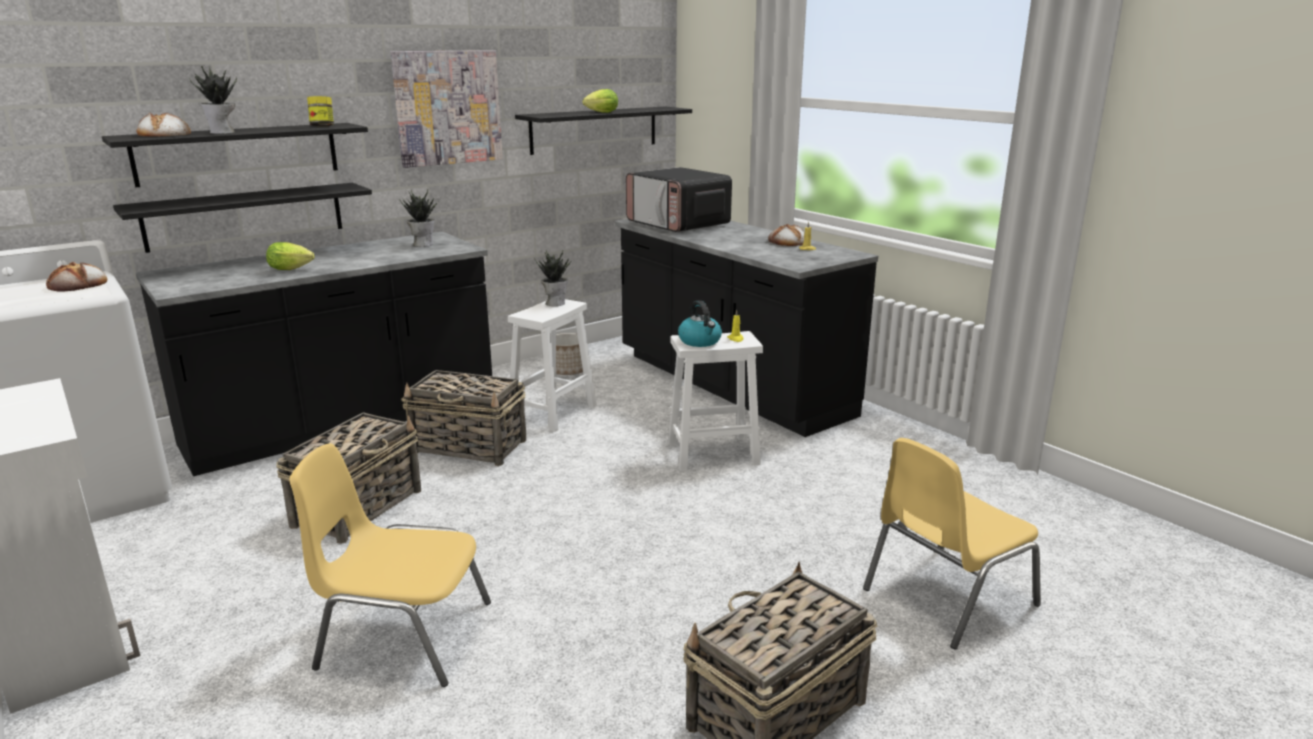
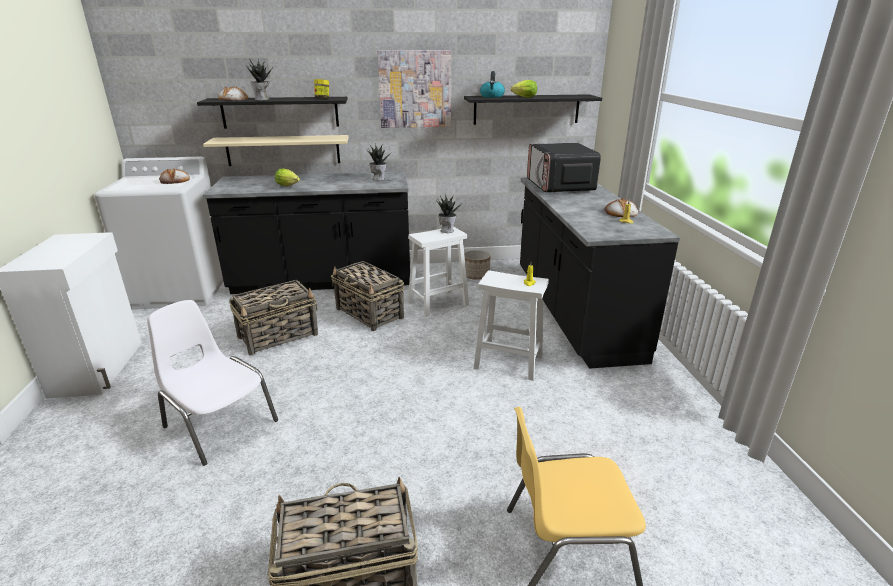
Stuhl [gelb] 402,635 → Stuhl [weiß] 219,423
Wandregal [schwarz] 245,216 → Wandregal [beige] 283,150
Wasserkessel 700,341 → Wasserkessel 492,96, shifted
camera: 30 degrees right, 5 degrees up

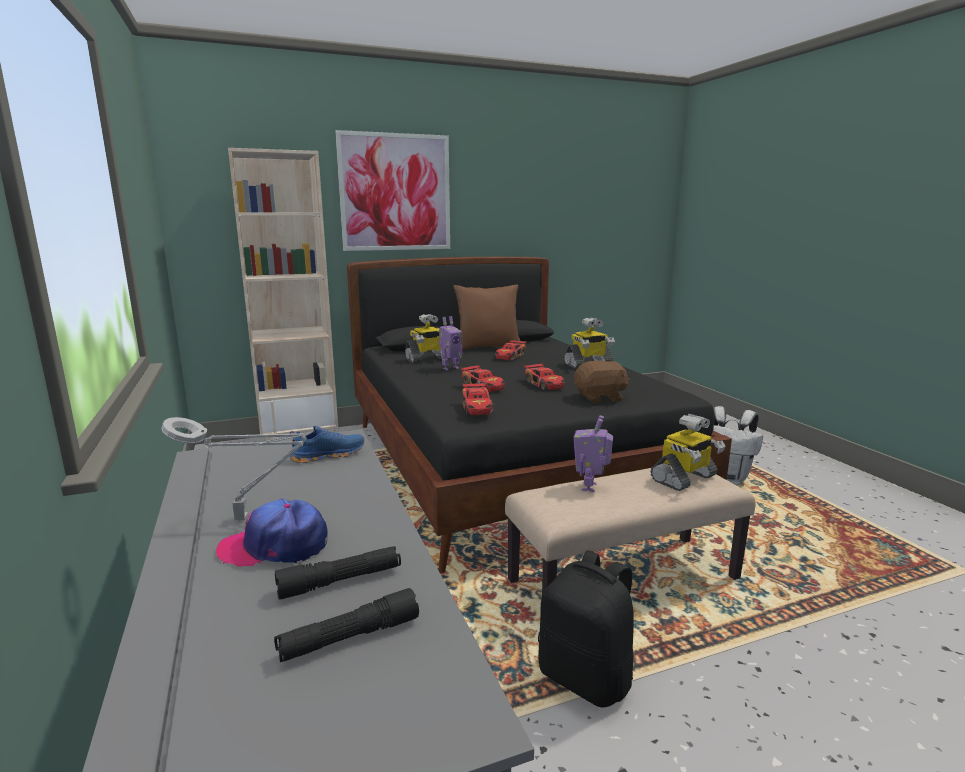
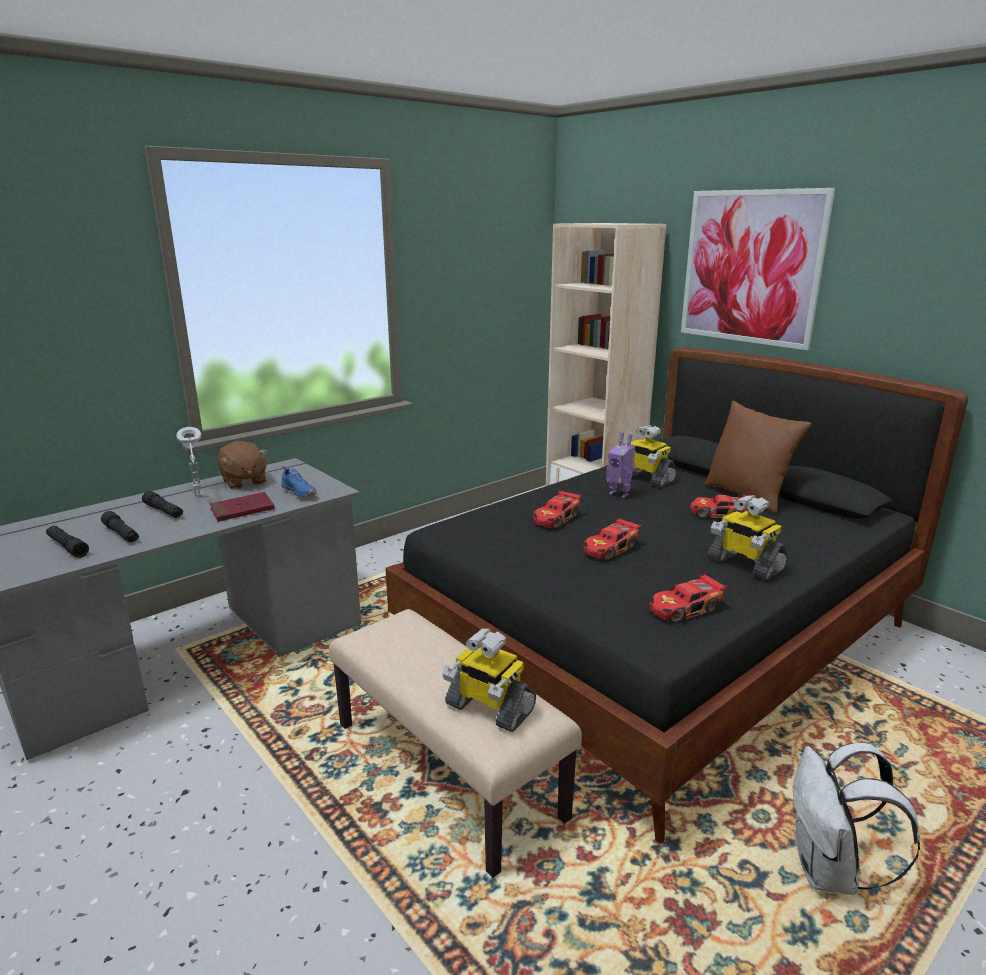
Kappe 275,546 → Taschenlampe [schwarz] 164,511
- → Buch [rot] 242,510
Plüschtier [braun] 600,398 → Plüschtier [braun] 244,482, shifted
Spielzeugauto 477,407 → Spielzeugauto 685,609, shifted
Rucksack [schwarz] 586,678 → -
Spielzeugroboter 590,487 → -
camera: 70 degrees right, 5 degrees up

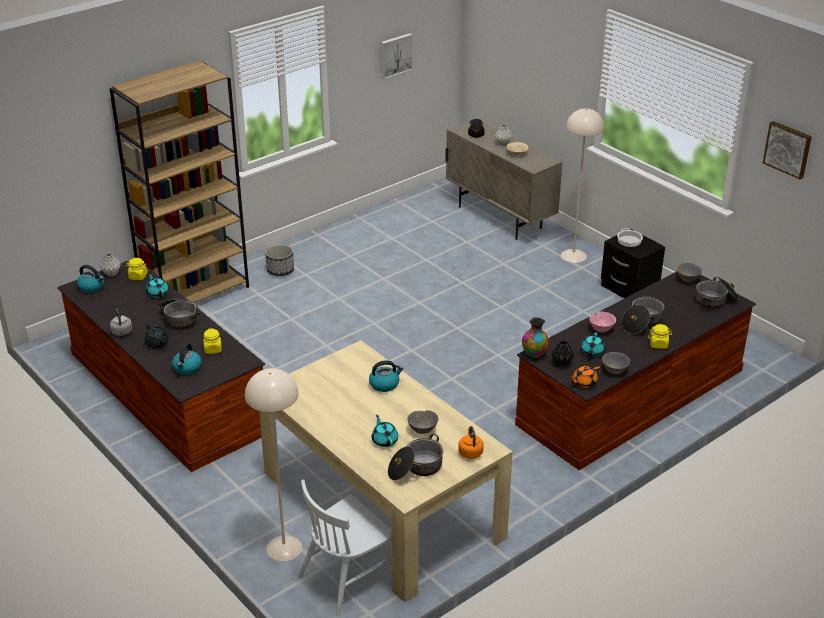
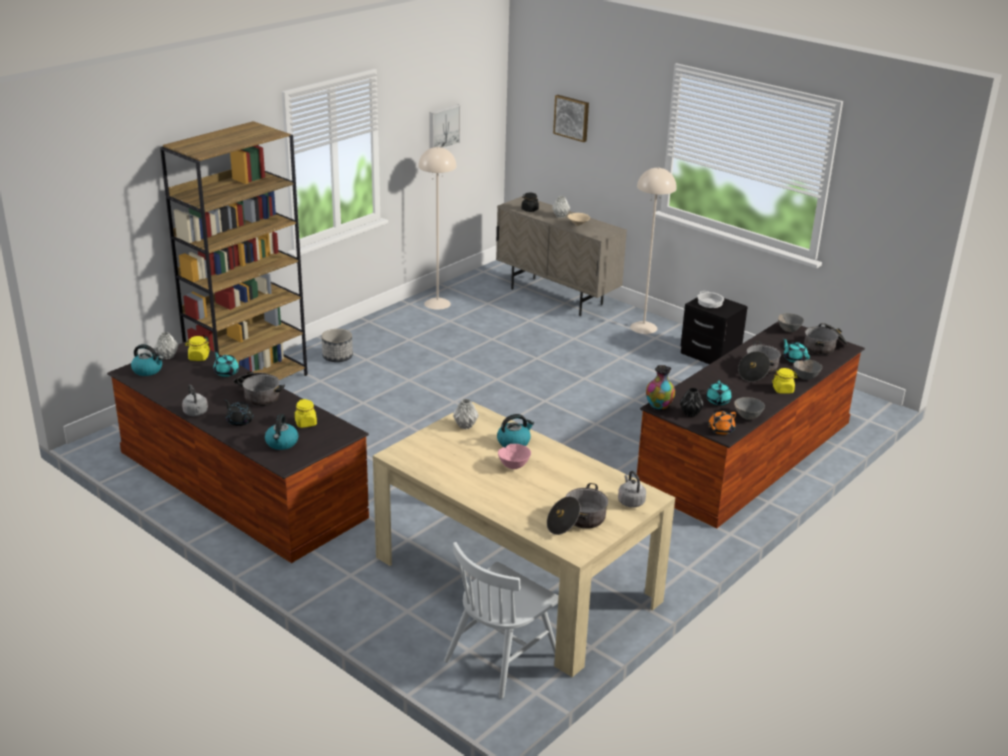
Stehlampe [beige] 284,547 → Stehlampe [beige] 437,303, shifted
- → Vase [grau] 465,425
Schüssel [rosa] 601,329 → Schüssel [rosa] 513,466, shifted
Bild 788,149 → Bild 572,117, shifted
Wasserkessel [orange] 470,452 → Wasserkessel [grau] 630,501
Teekanne [türkis] 384,440 → Teekanne [türkis] 794,359, shifted
Schüssel [grau] 423,430 → Schüssel [grau] 805,377, shifted
camera: 10 degrees left, 5 degrees down

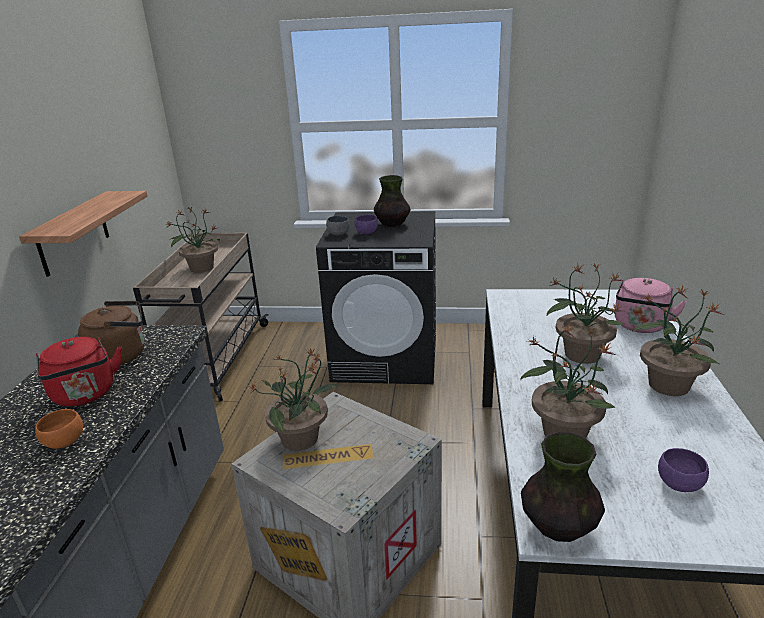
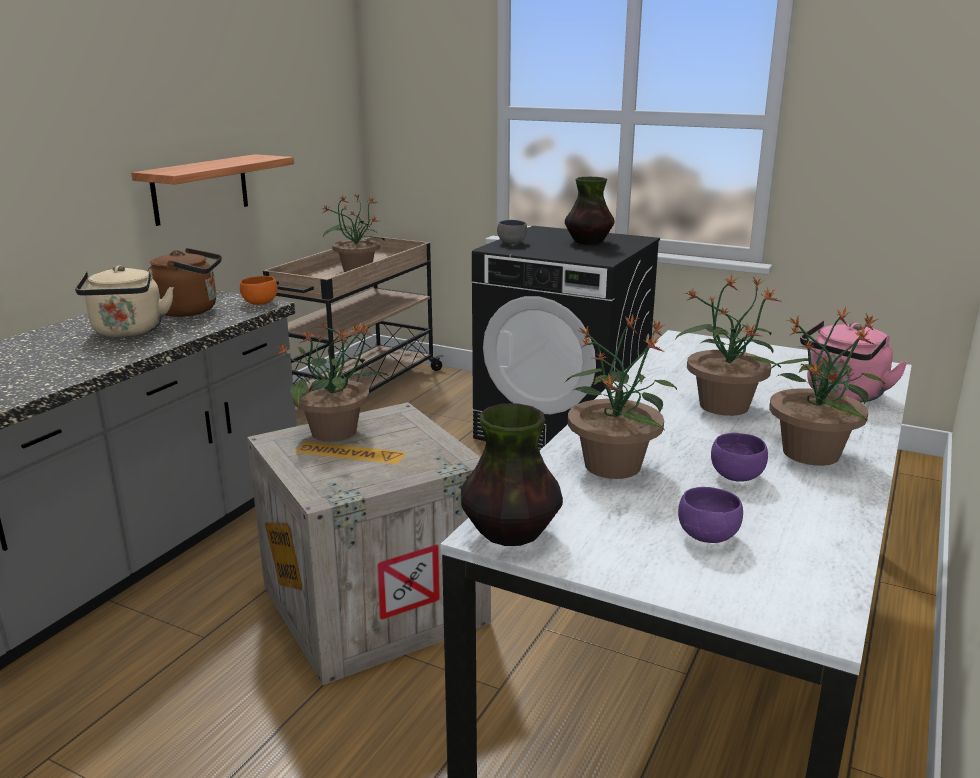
Wasserkessel [rot] 85,395 → Wasserkessel [beige] 128,332
Schüssel [orange] 63,443 → Schüssel [orange] 258,303, shifted
Schüssel [lila] 367,233 → Schüssel [lila] 737,477, shifted
camera: 20 degrees right, 5 degrees down

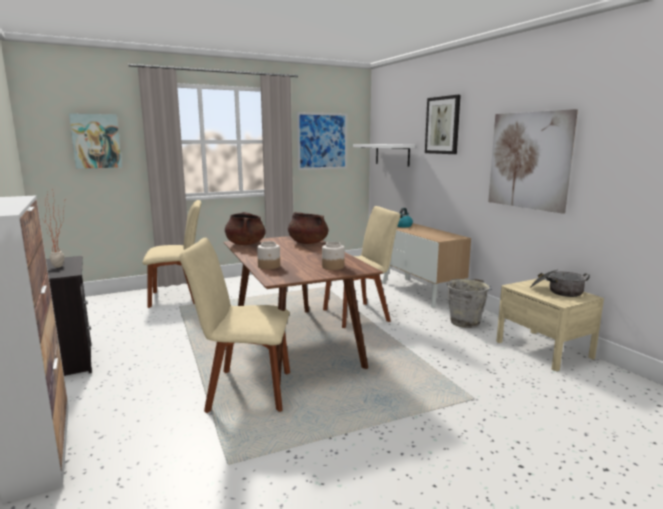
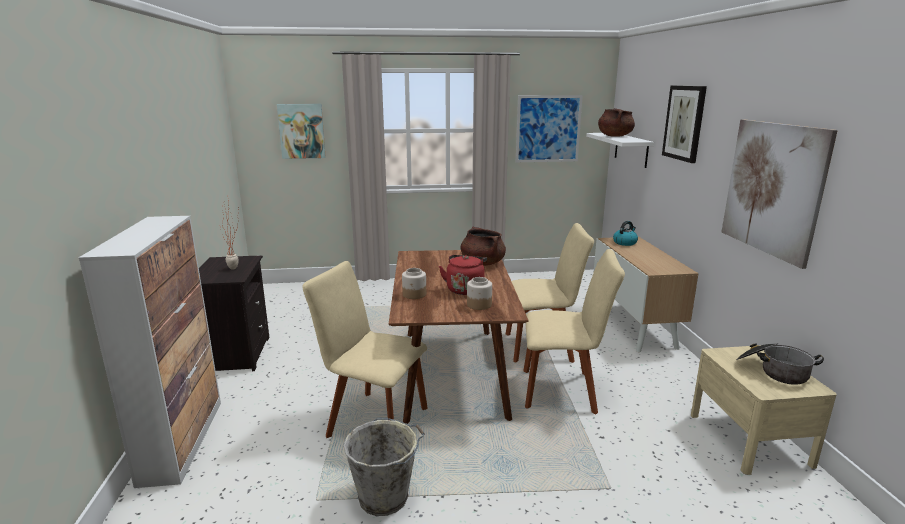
Eimer [grau] 465,322 → Eimer [grau] 385,497, shifted
- → Wasserkessel [rot] 465,289
Stuhl [beige] 178,297 → Stuhl [beige] 563,390, shifted
Kochtopf [braun] 245,244 → Kochtopf [braun] 614,136, shifted
camera: 20 degrees right, 5 degrees up

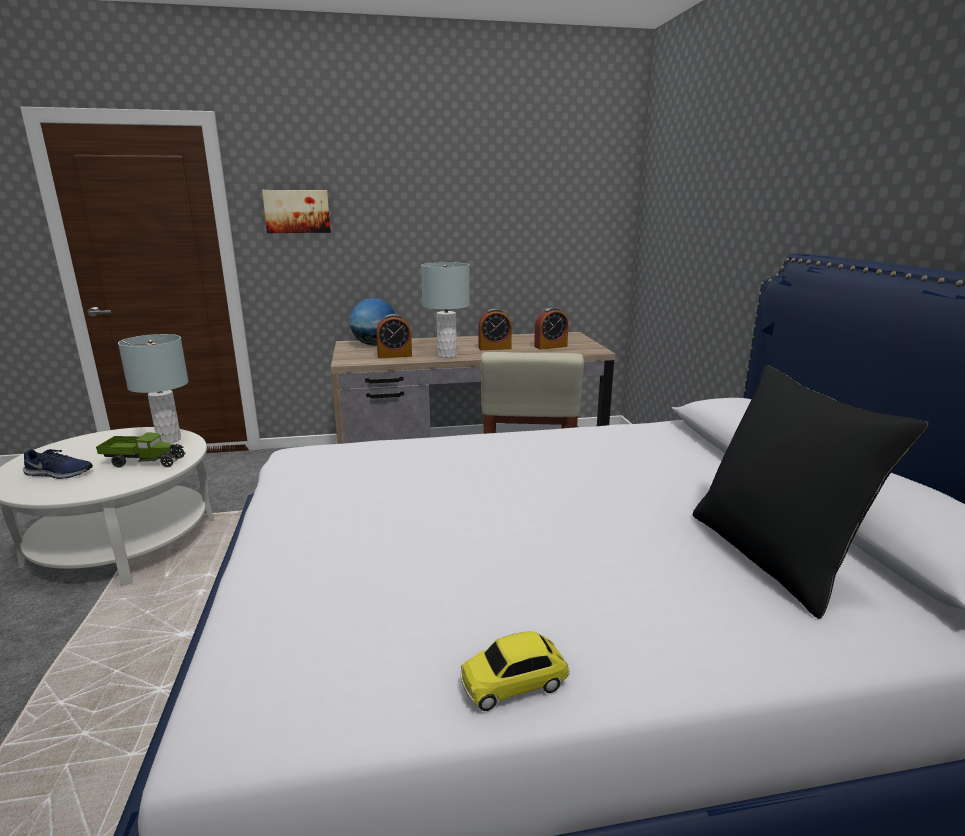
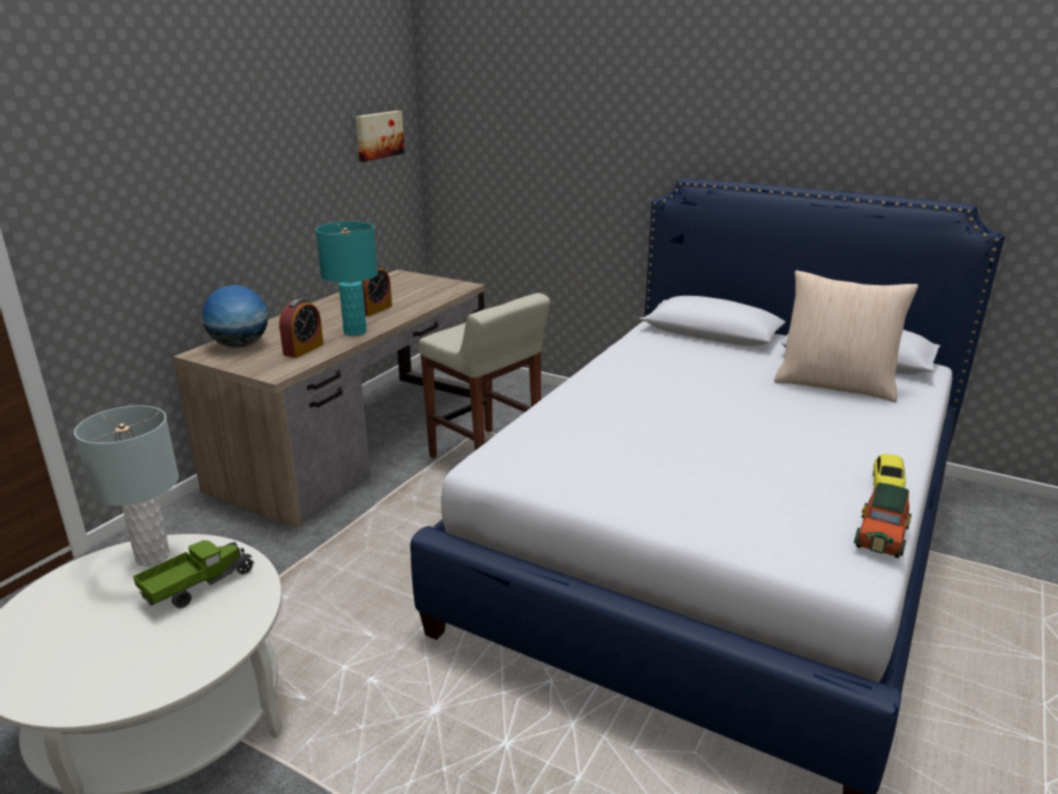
Tischlampe [grau] 446,355 → Tischlampe [türkis] 354,332
Bild 297,211 → Bild 378,135, shifted
Kissen [schwarz] 773,556 → Kissen [beige] 835,385
- → Spielzeugauto 881,535
Schuh [blau] 59,473 → -
Wecker 550,346 → -
camera: 50 degrees left, 5 degrees up

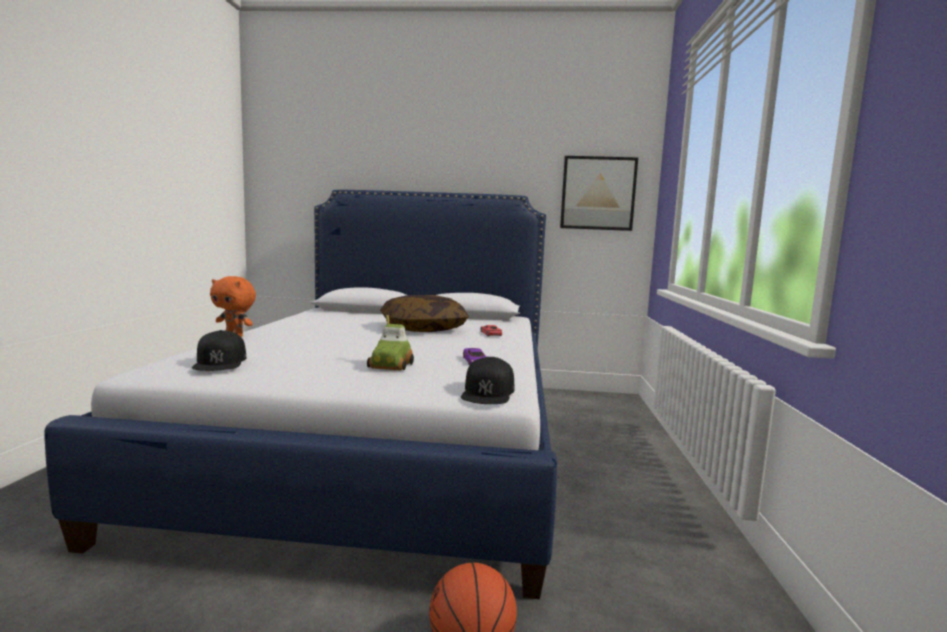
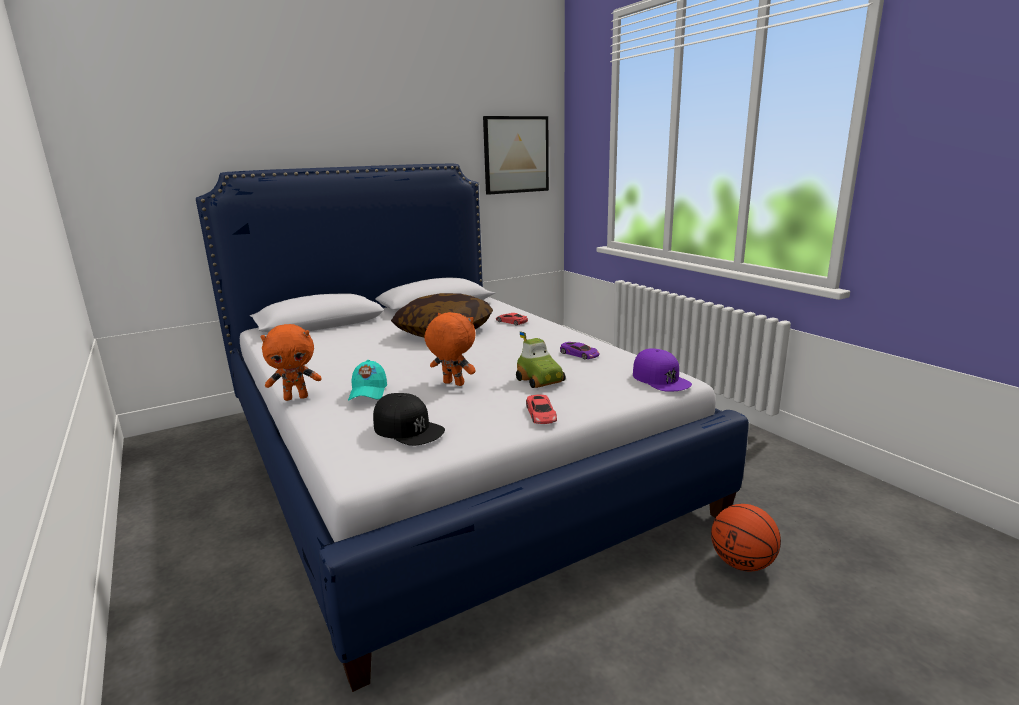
- → Kappe [türkis] 368,392
- → Plüschtier [orange] 452,384
- → Spielzeugauto [rot] 541,414
Kappe [schwarz] 488,392 → Kappe [lila] 660,379
camera: 35 degrees left, 10 degrees up

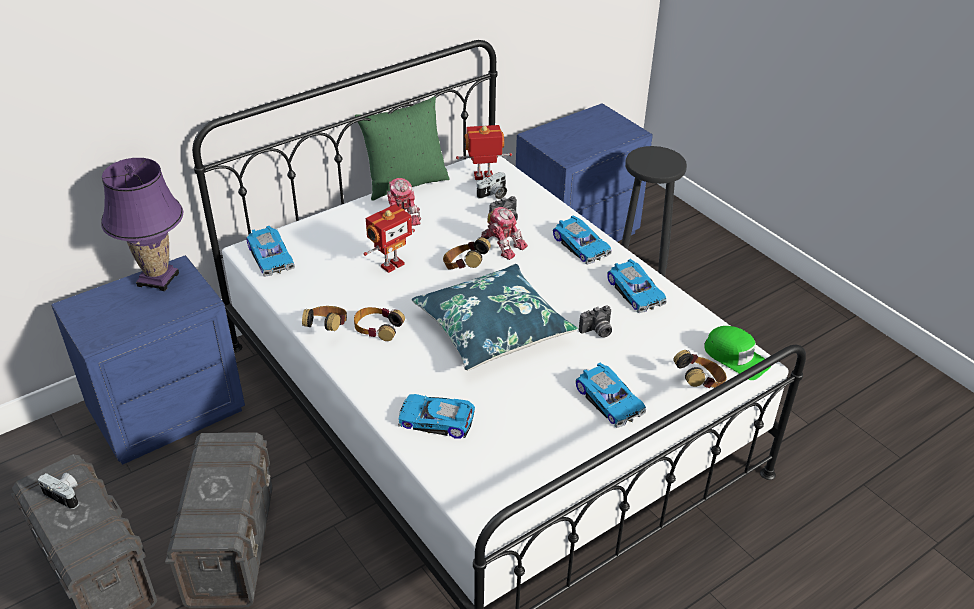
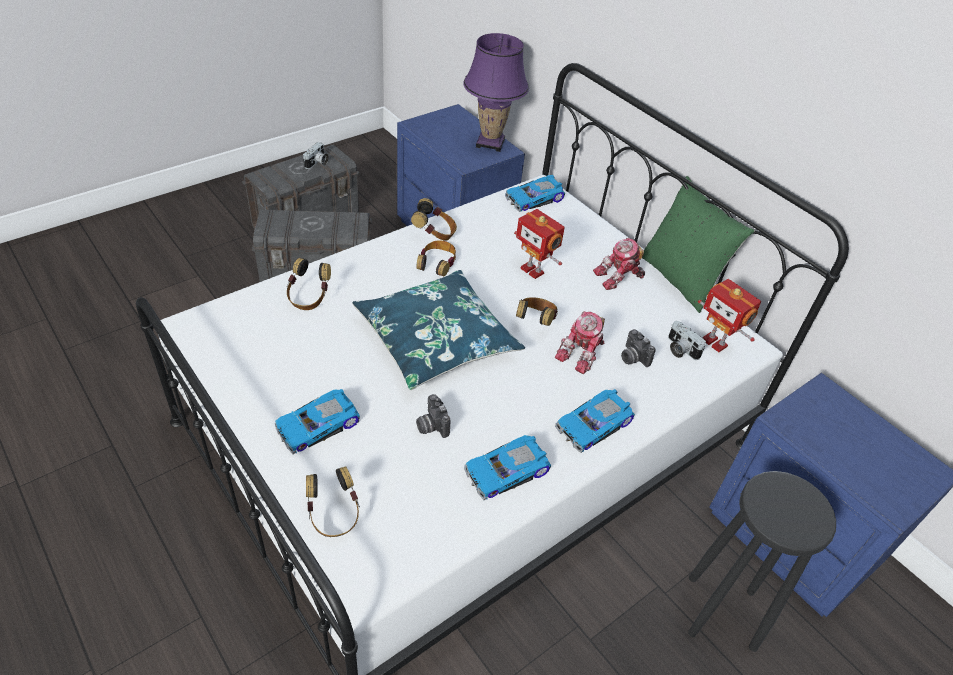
Spielzeugauto 436,421 → Kopfhörer 309,298
Spielzeugroboter 483,177 → Spielzeugroboter 715,342, 150 degrees clockwise
Kappe [grün] 735,357 → -
camera: 85 degrees right, 5 degrees up

